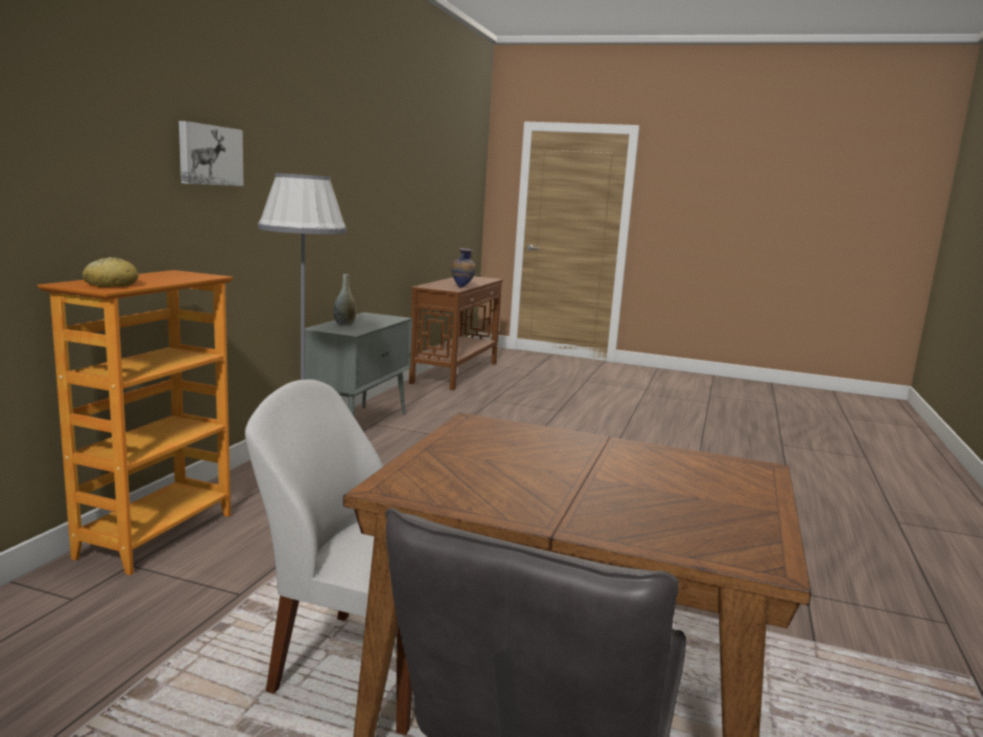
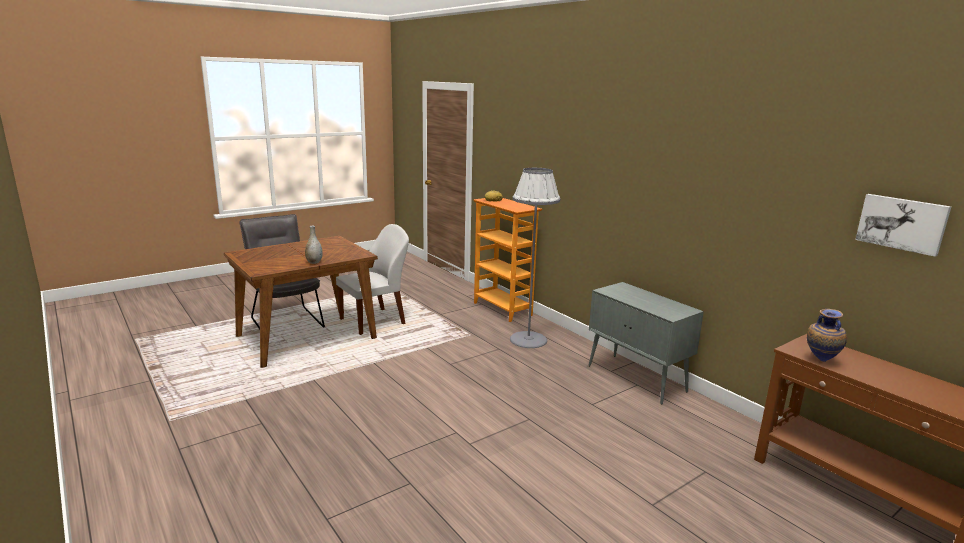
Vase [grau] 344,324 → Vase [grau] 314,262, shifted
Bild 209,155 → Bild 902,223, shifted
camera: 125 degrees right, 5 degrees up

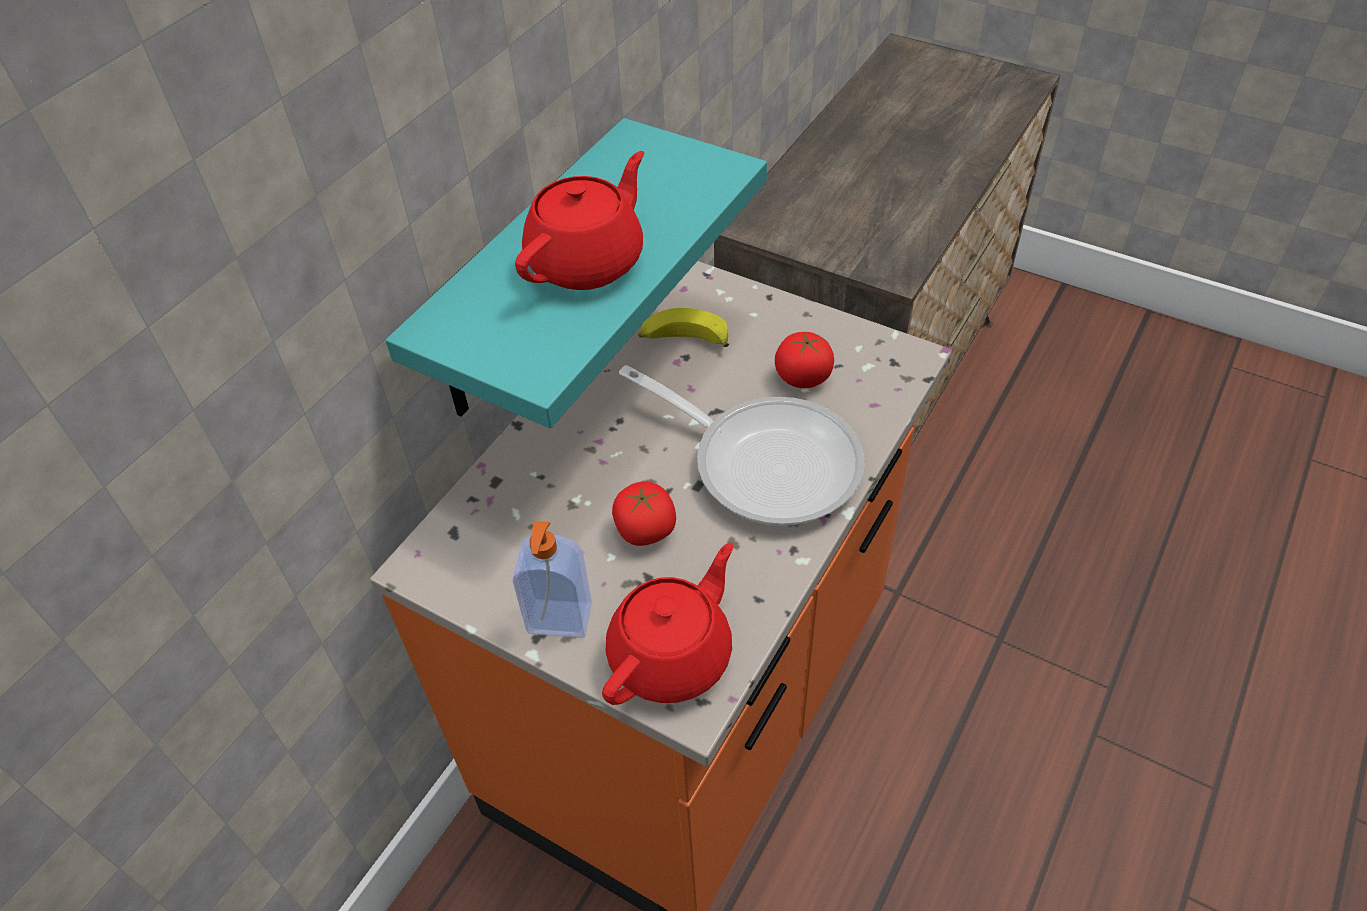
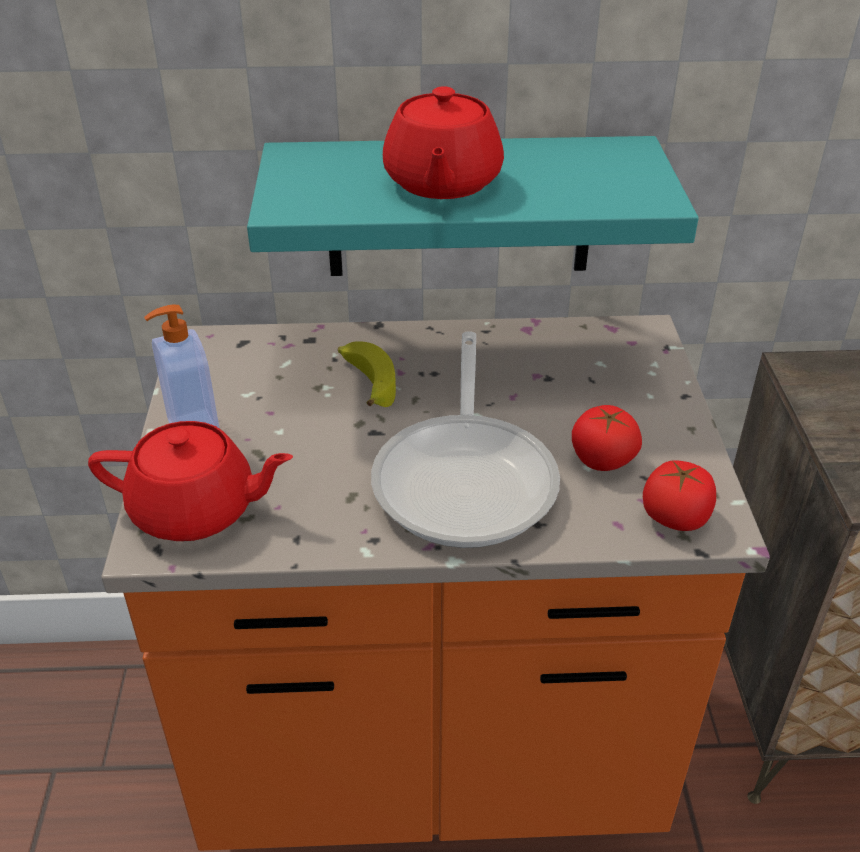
Banane 683,340 → Banane 366,382, shifted
Teekanne [rot] 588,261 → Teekanne [rot] 441,183, 90 degrees clockwise
Tomate 645,530 → Tomate 675,517, shifted
camera: 55 degrees right, 10 degrees down

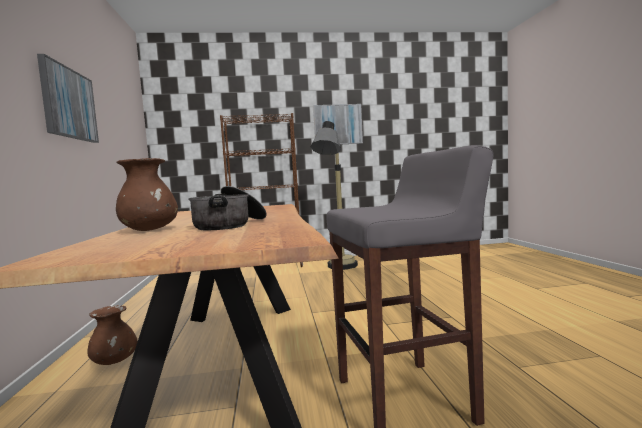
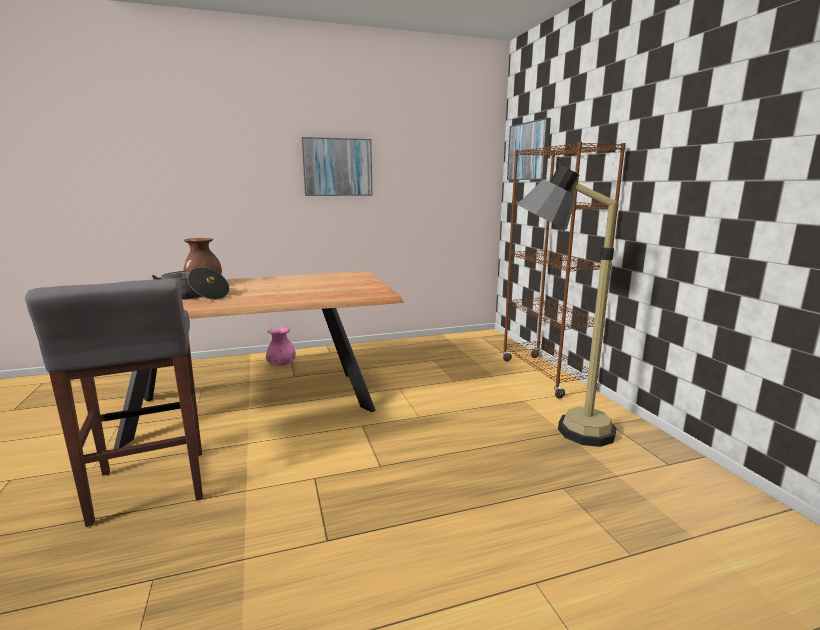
Vase [braun] 115,361 → Vase [rosa] 281,365
Bild 337,124 → Bild 529,151, shifted
camera: 80 degrees right, 10 degrees up

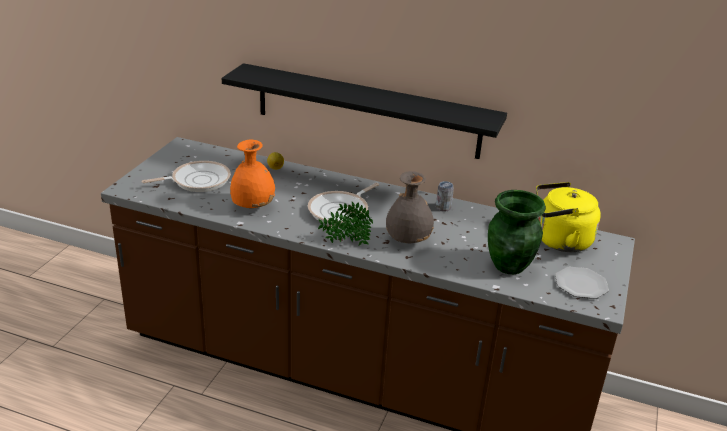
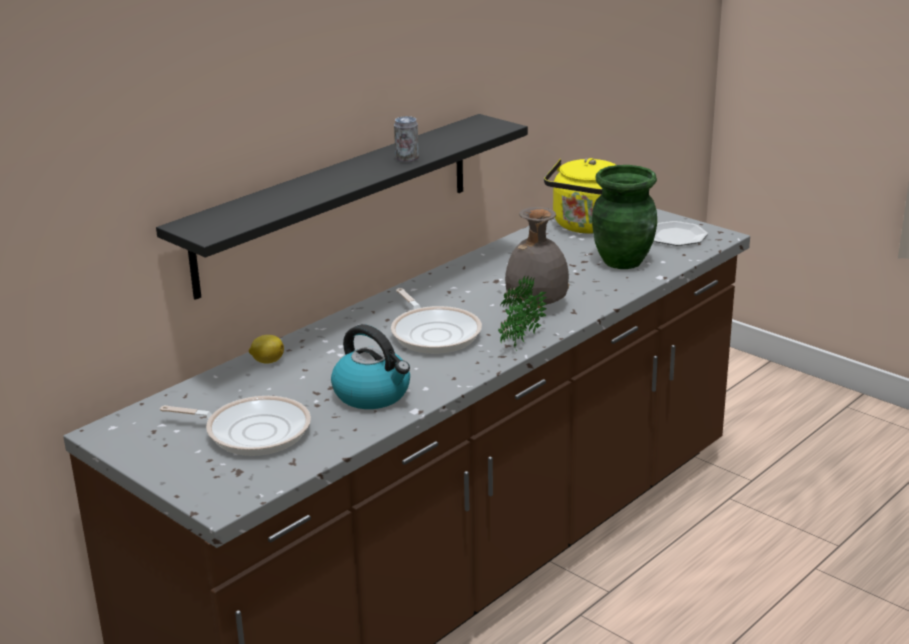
Pfanne 197,180 → Pfanne 252,431, 105 degrees clockwise
Vase [orange] 253,206 → Wasserkessel 373,394
Dose 443,208 → Dose 407,159, shifted
camera: 65 degrees left, 5 degrees down

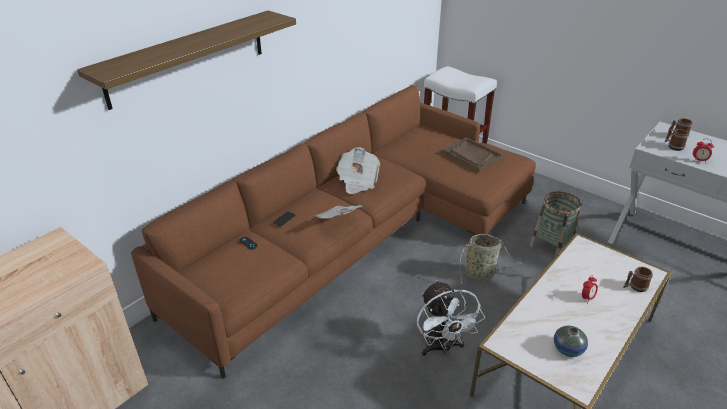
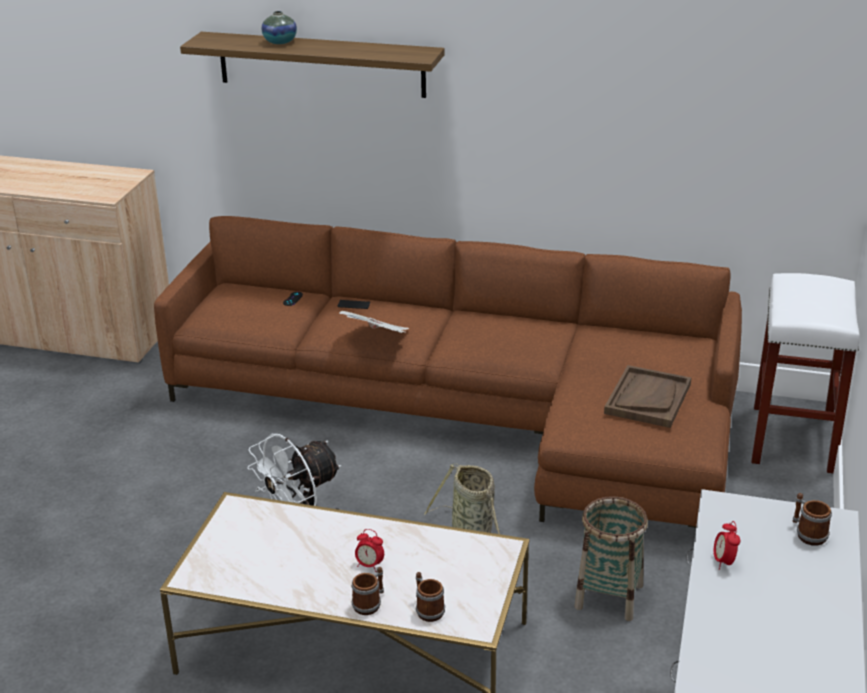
Vase 568,349 → Vase 280,42, shifted
Henkelbecher 673,146 → Henkelbecher 370,603, shifted
Zeitung 357,181 → -
camera: 65 degrees right, 5 degrees down

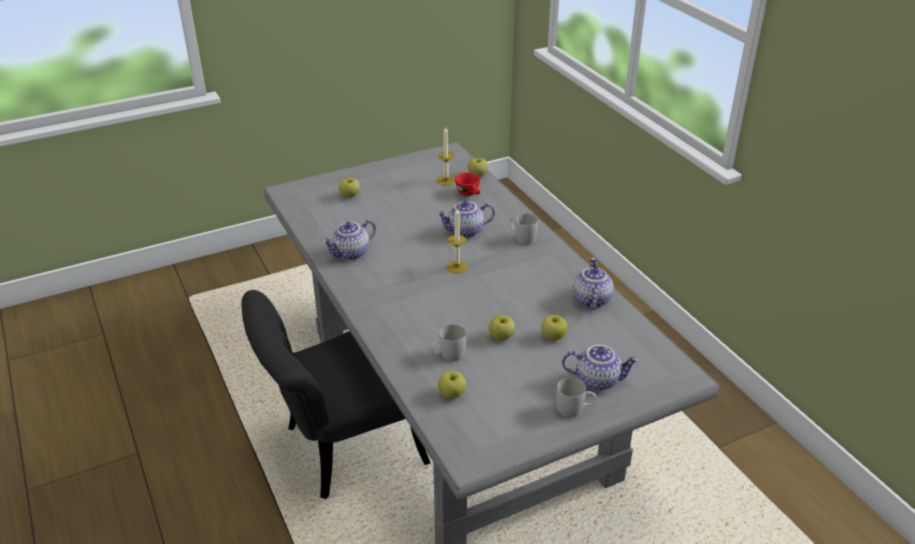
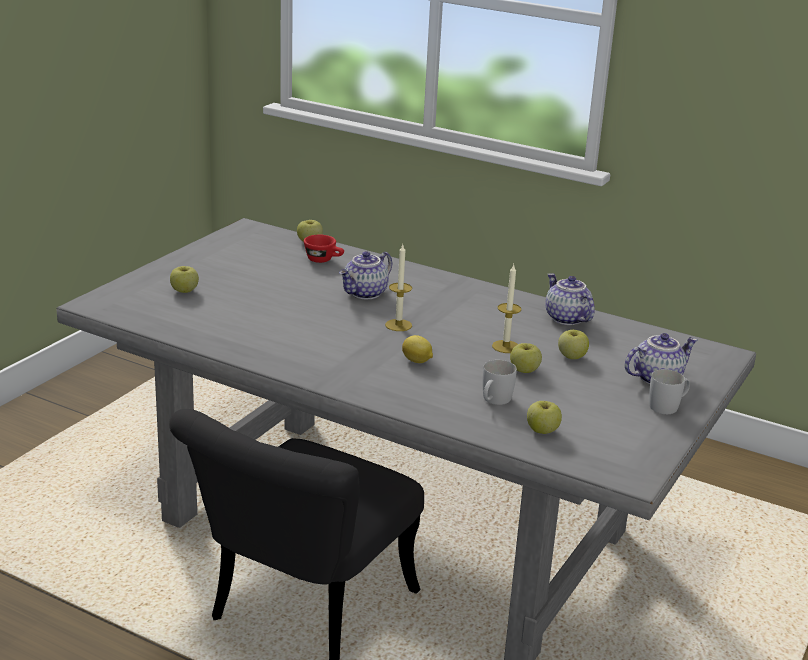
- → Zitrone 417,361
Kerze 446,180 → Kerze 505,346, shifted
Teekanne 351,254 → -
Henkelbecher [weiß] 522,237 → -
camera: 35 degrees left, 10 degrees down

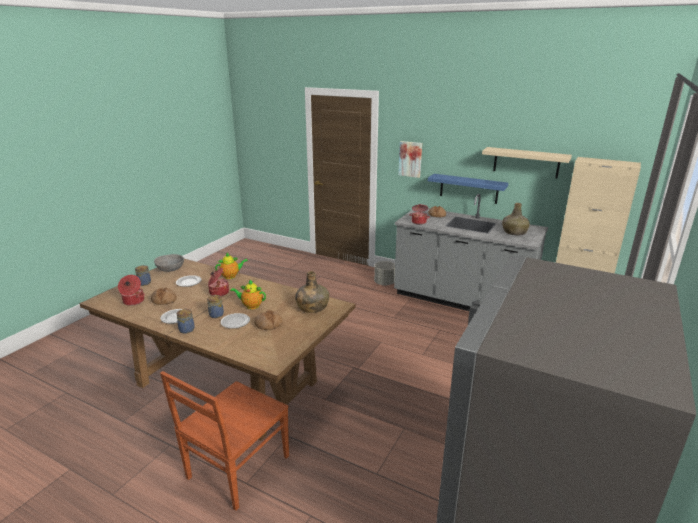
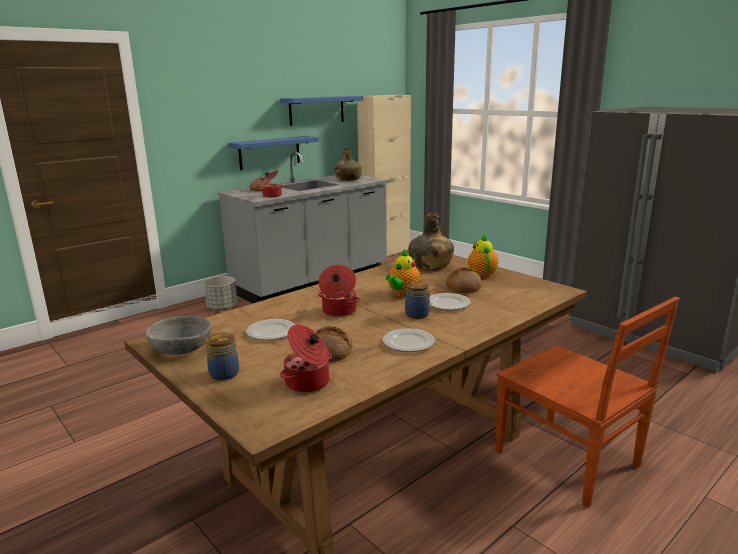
Wandregal [beige] 526,162 → Wandregal [blau] 316,110
Teekanne 231,276 → Teekanne 481,274, shifted
Vorratsglas 187,329 → -
Bild 410,159 → -
camera: 70 degrees left, 5 degrees down

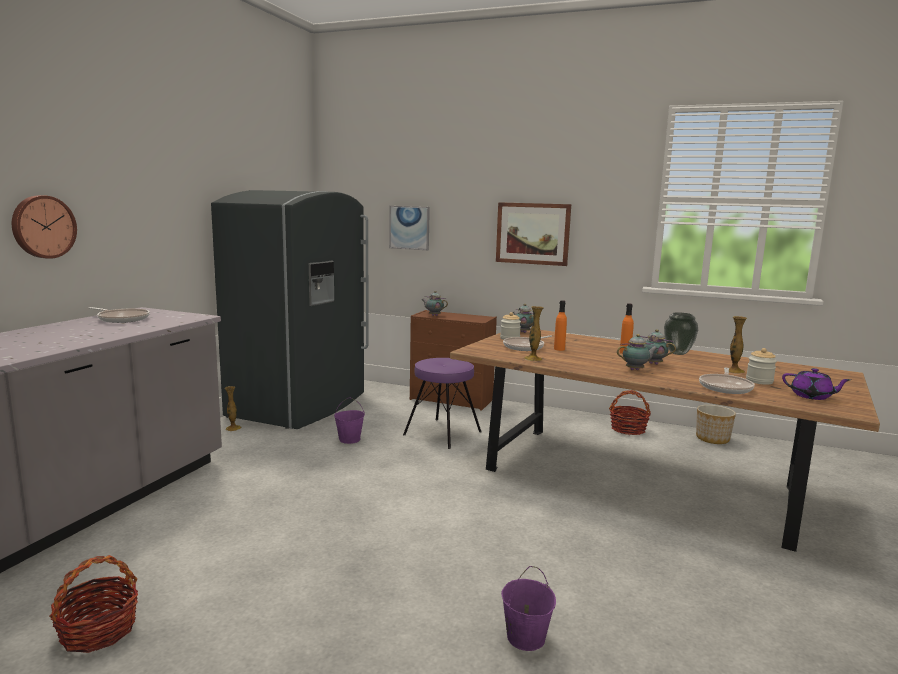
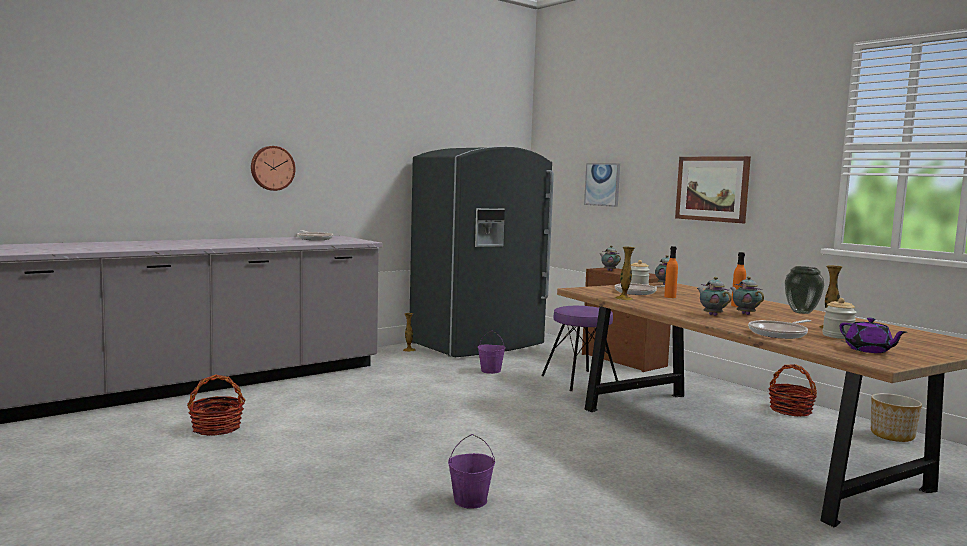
Teekanne 636,370 → Teekanne 712,315, 135 degrees counterclockwise
camera: 30 degrees right, 5 degrees down

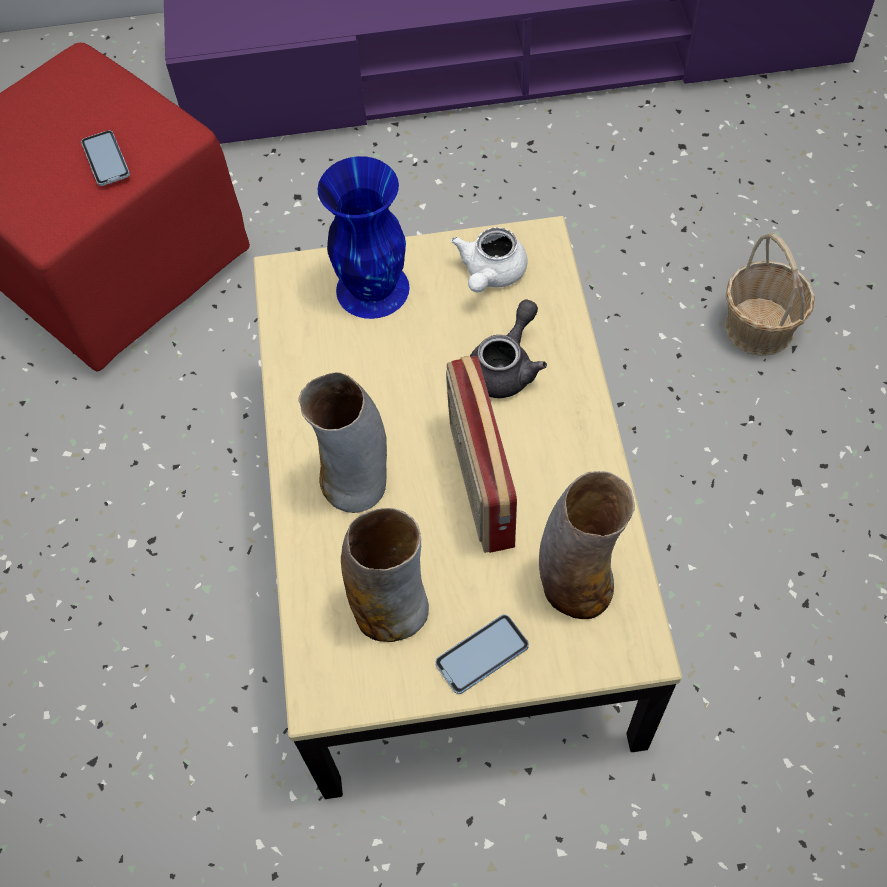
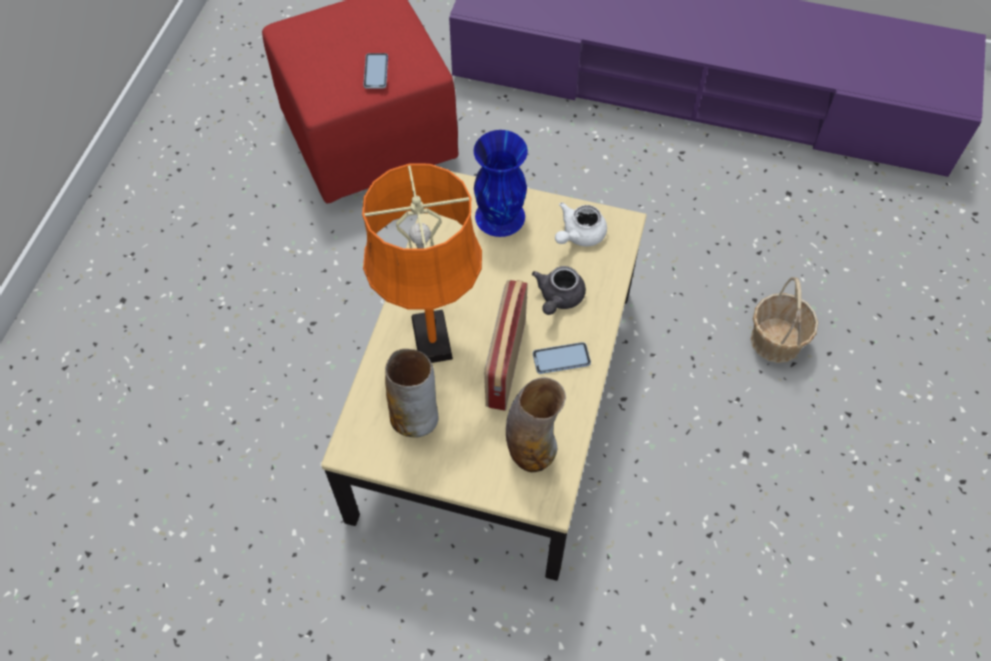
Vase 356,481 → Tischlampe [orange] 431,332
Teekanne [grau] 506,367 → Teekanne [grau] 558,298, 150 degrees clockwise
Handy 482,654 → Handy 561,359, shifted
camera: 20 degrees right, 0 degrees up

